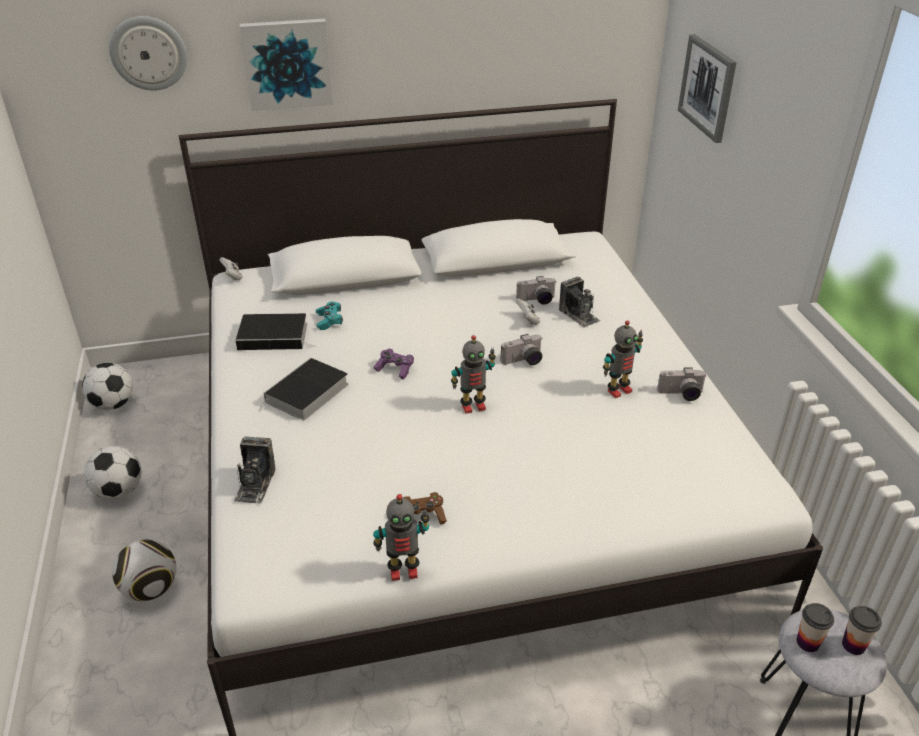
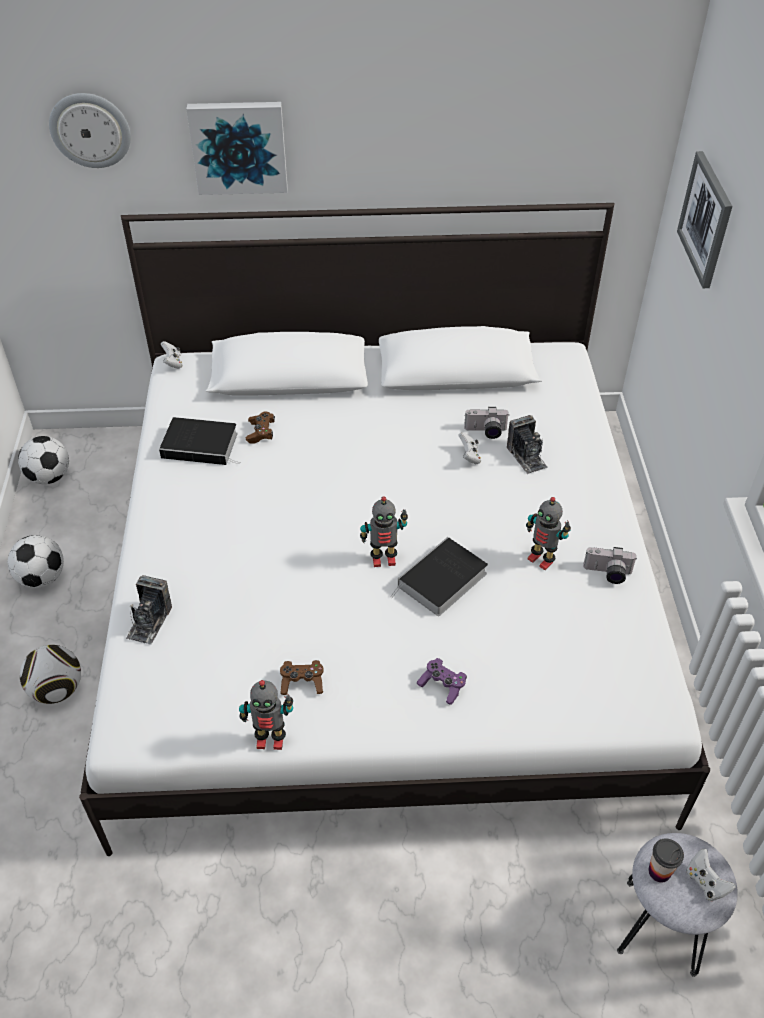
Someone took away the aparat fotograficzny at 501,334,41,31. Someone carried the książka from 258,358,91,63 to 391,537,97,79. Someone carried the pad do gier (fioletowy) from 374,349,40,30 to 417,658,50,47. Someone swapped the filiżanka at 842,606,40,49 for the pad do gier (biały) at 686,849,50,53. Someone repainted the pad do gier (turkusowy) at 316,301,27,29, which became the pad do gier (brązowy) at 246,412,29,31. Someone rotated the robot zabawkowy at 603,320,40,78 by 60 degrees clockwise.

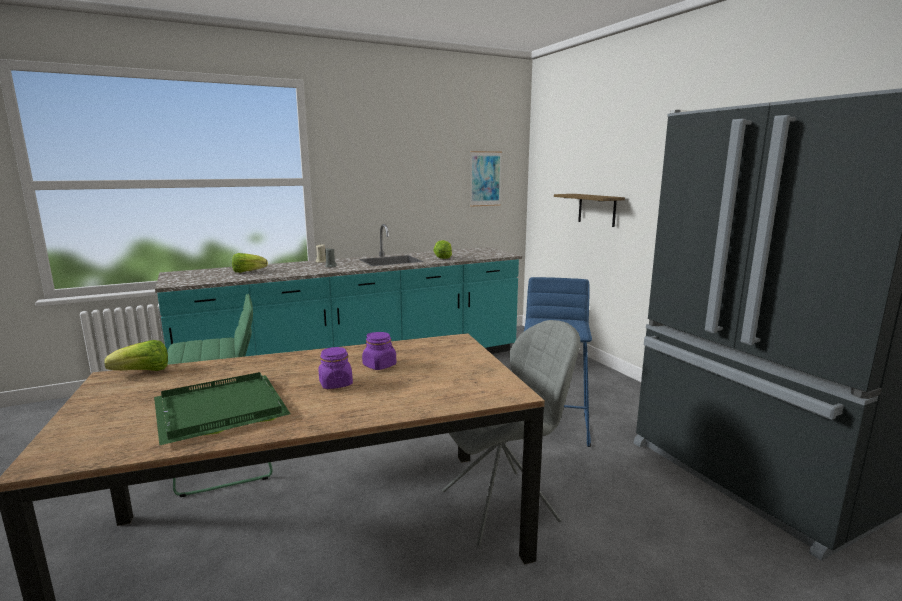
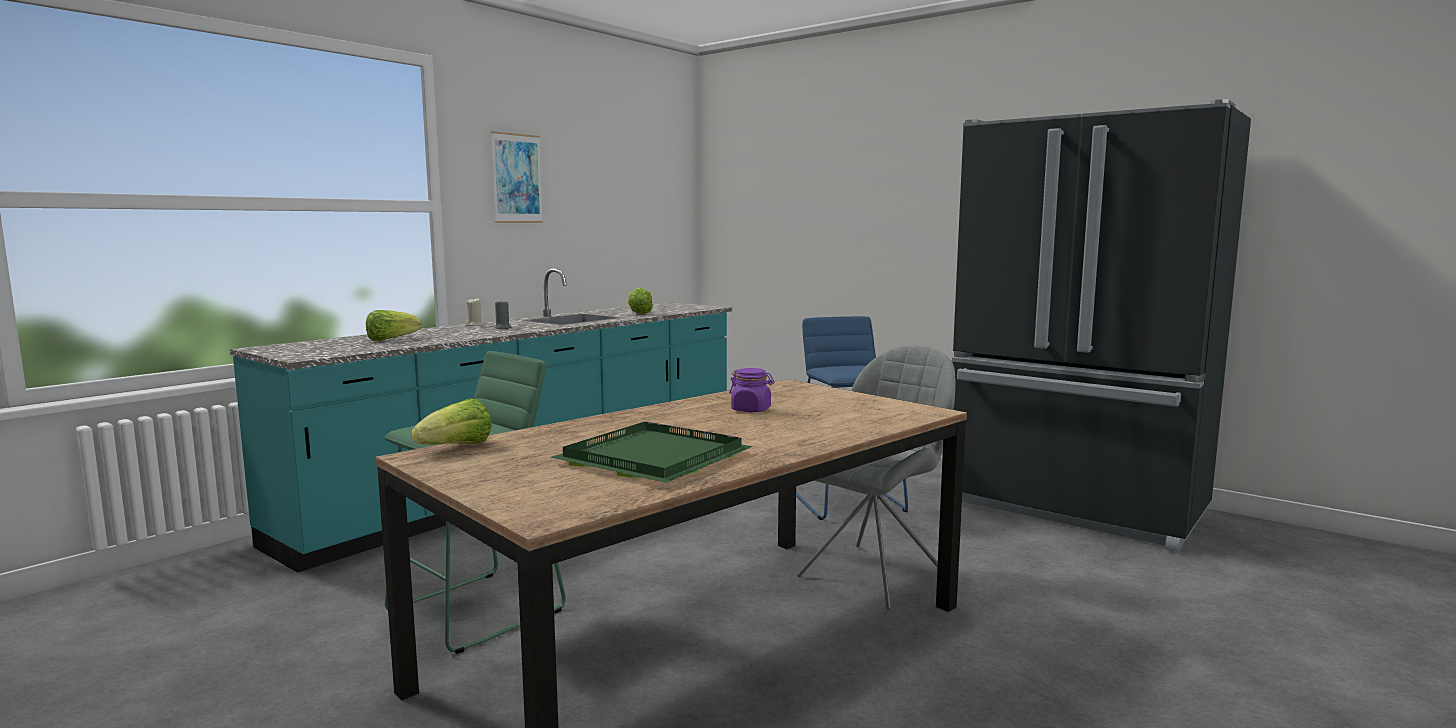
Someone took away the słoik (fioletowy) at 318,347,35,42. Someone took away the półka at 554,194,71,33. Someone carried the obraz from 470,151,32,56 to 491,131,52,92.

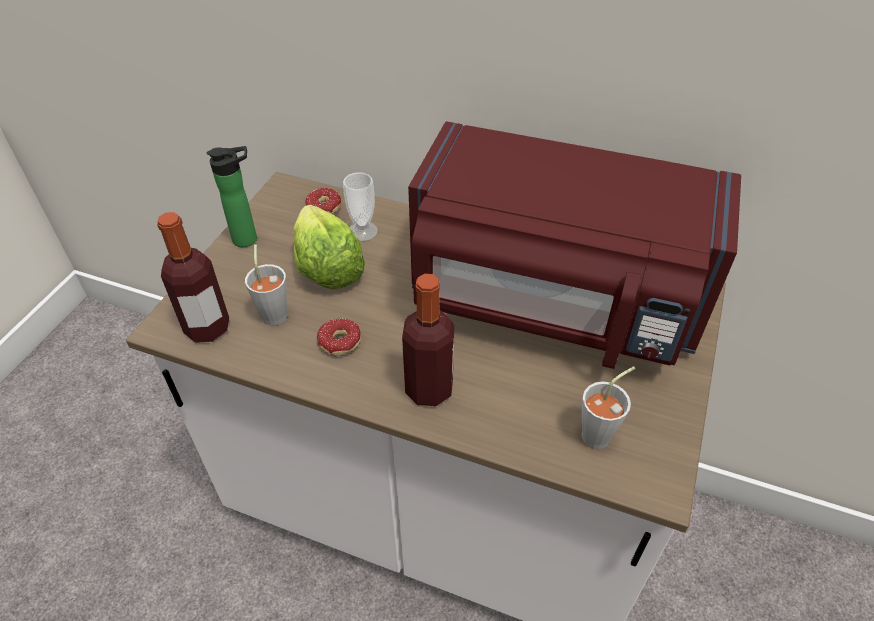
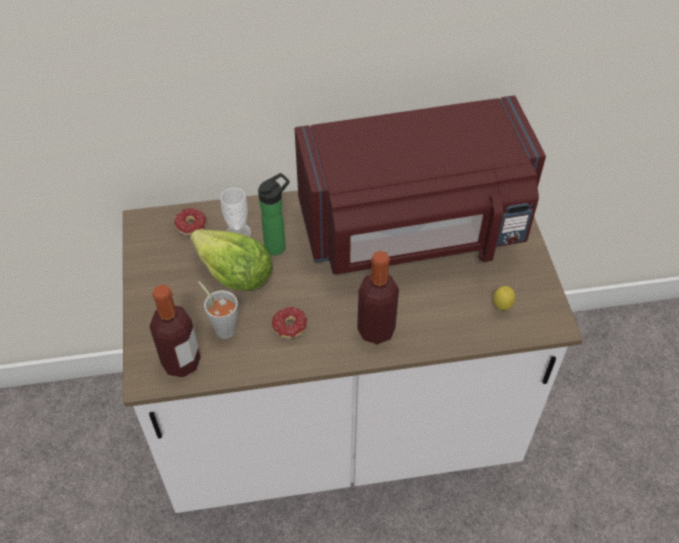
Someone carried the butelka from 207,146,50,101 to 258,173,32,82. Someone swapped the filiżanka (szary) at 582,366,53,83 for the cytryna at 493,286,22,24.

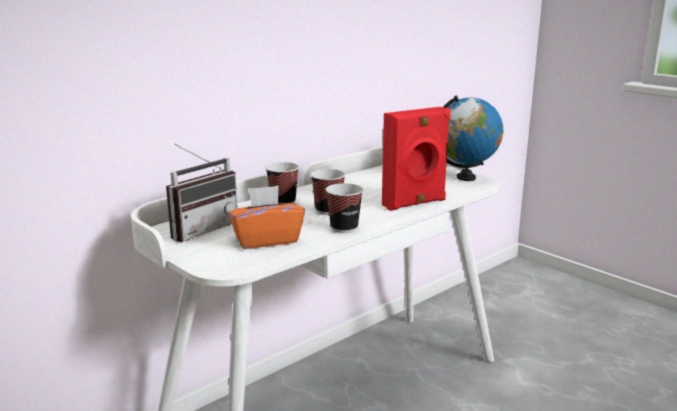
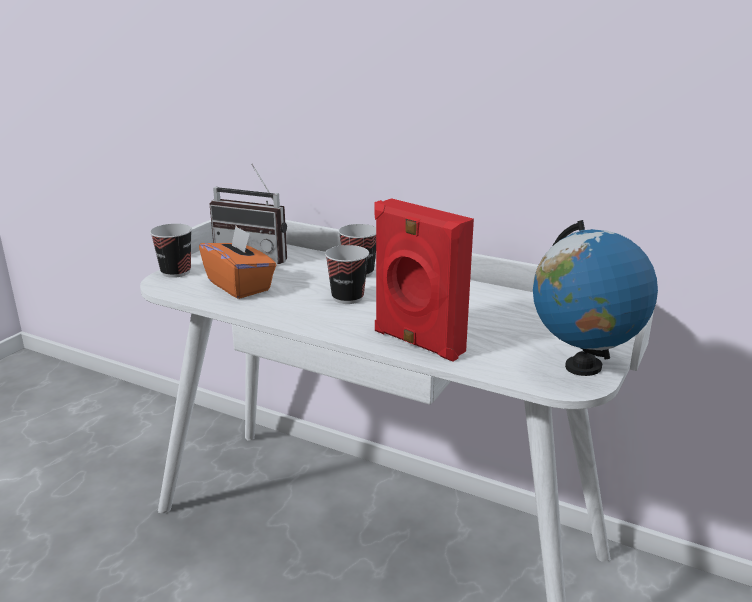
Someone carried the filiżanka from 325,183,38,50 to 150,224,42,54.

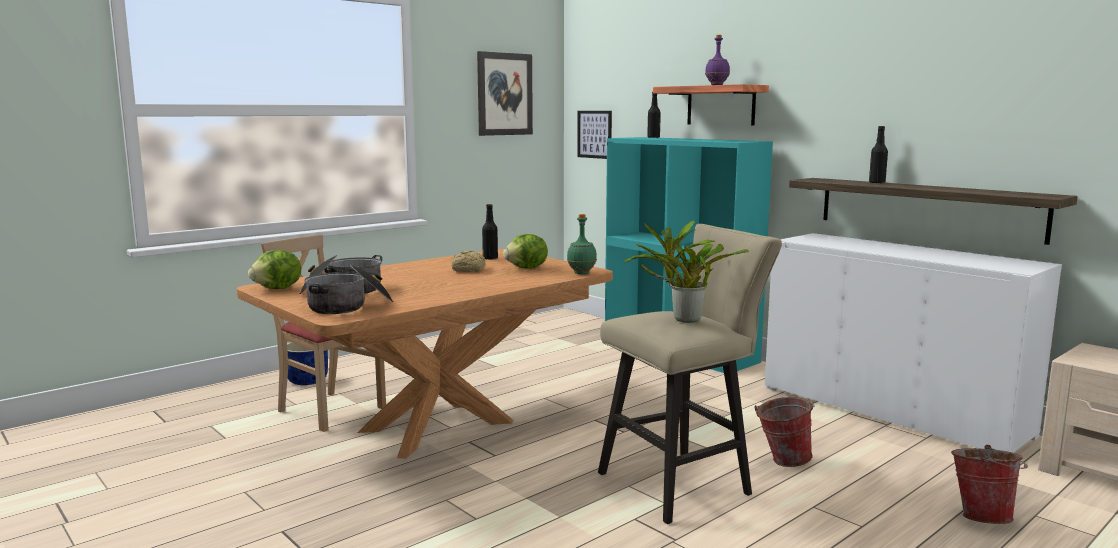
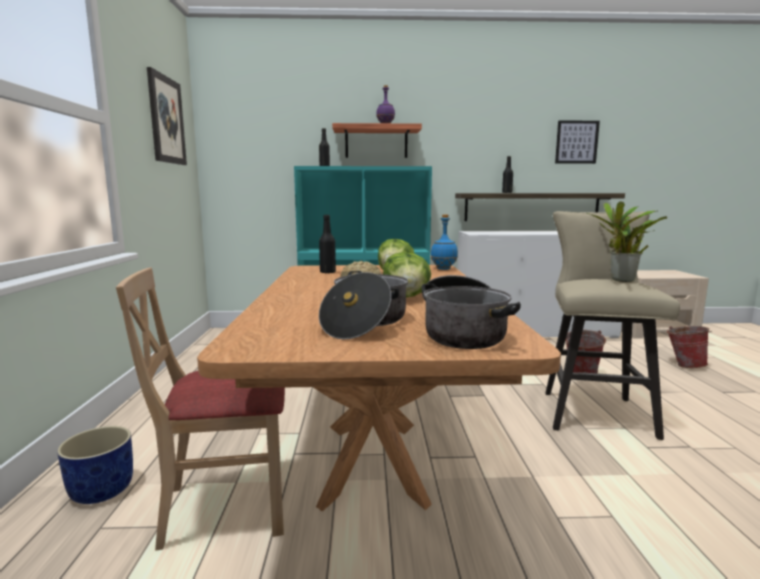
Someone carried the sałata from 248,250,53,39 to 383,252,48,46. Someone carried the obraz from 577,111,35,48 to 555,121,45,43. Someone repainted the butelka (zielony) at 567,214,30,60, which became the butelka (niebieski) at 430,214,28,56.

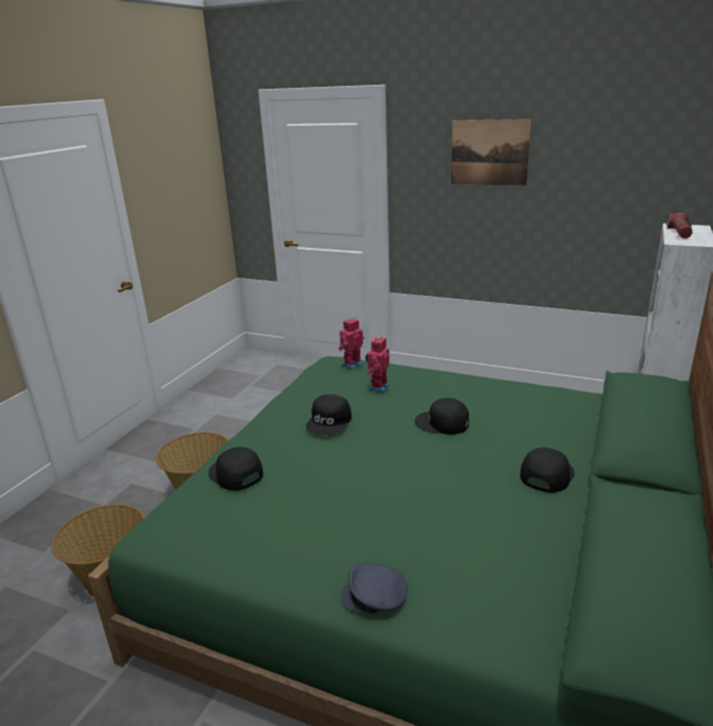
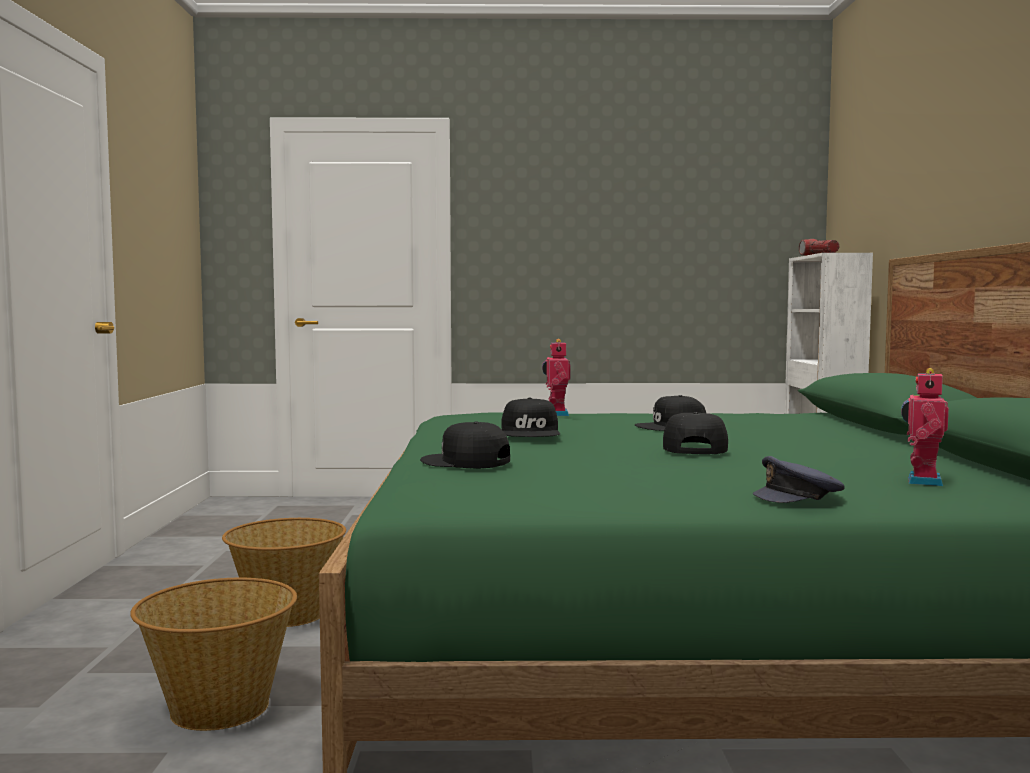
Someone took away the obraz at 451,119,80,67. Someone carried the robot zabawkowy from 338,317,26,53 to 901,368,48,118. Someone carried the czapka z daszkiem (czarny) from 520,448,55,45 to 663,412,65,42.

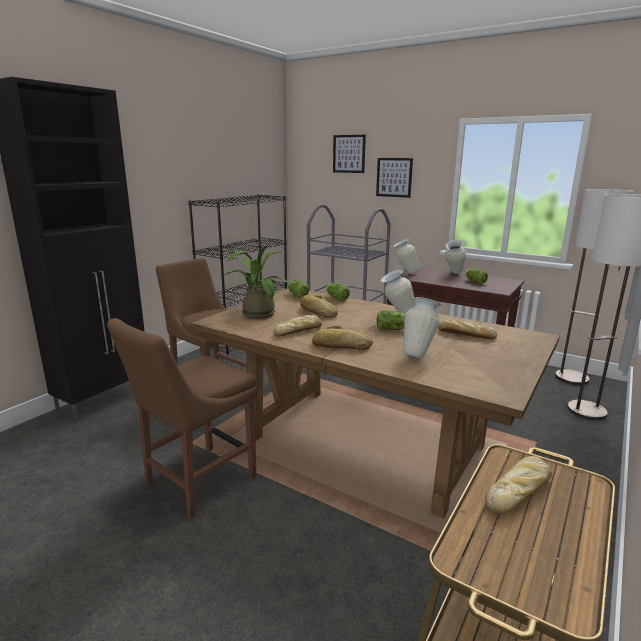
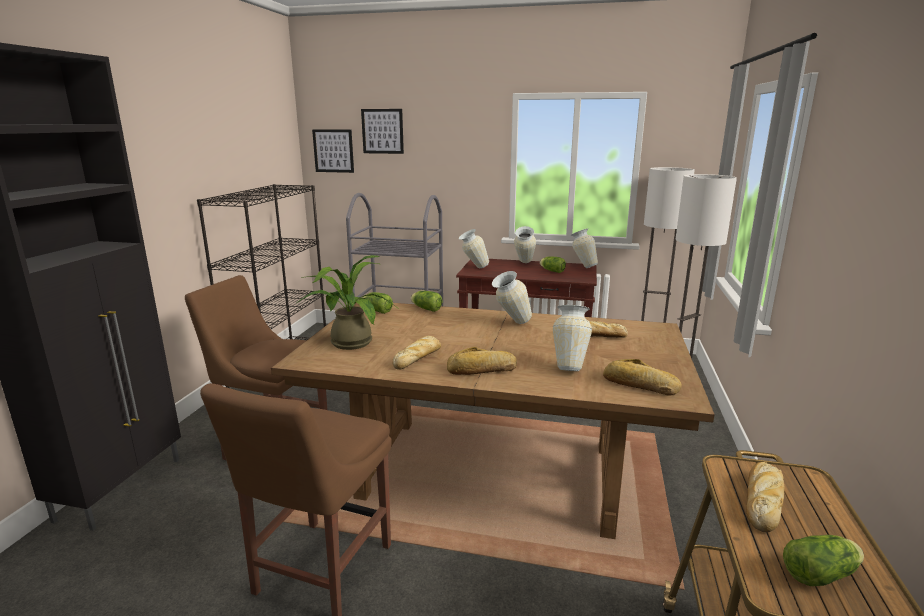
Someone put down the wazon at 570,228,28,40. Someone carried the chleb from 300,295,38,23 to 603,359,79,37. Someone carried the obraz from 376,158,37,40 to 312,129,42,44. Someone carried the sałata from 377,310,28,20 to 783,535,81,51.

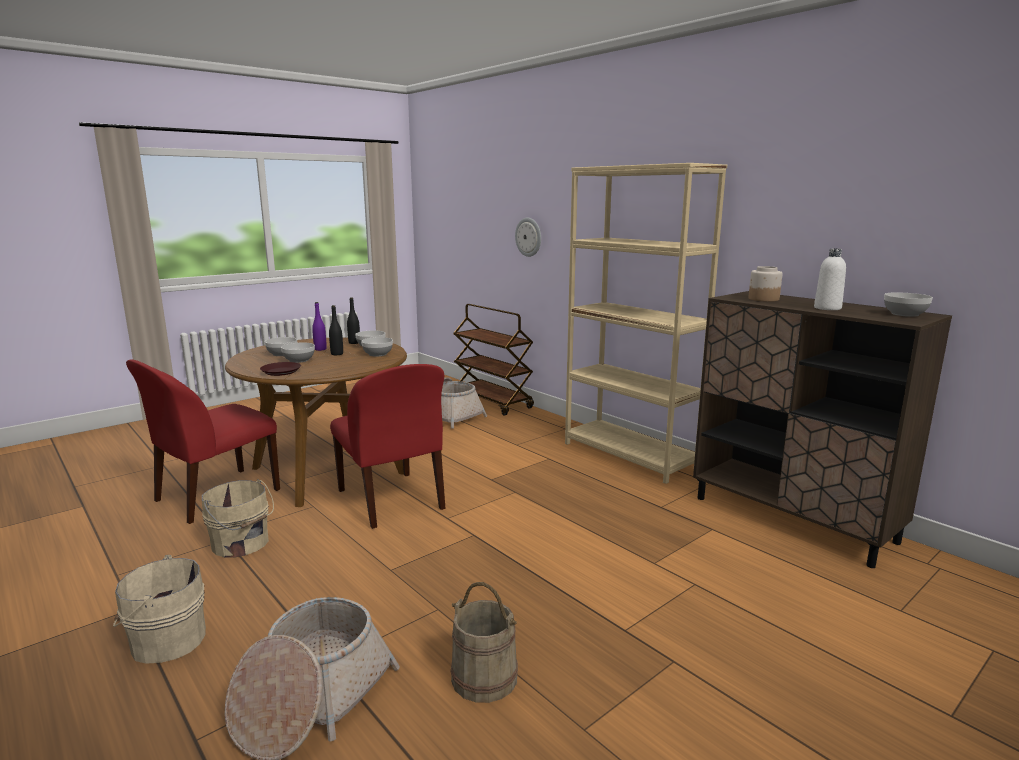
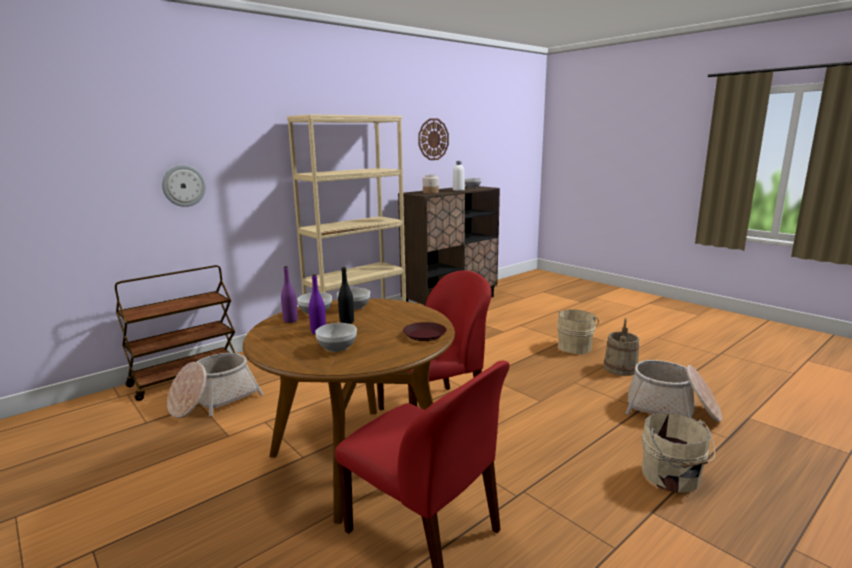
Someone took away the miska at 281,342,34,21. Someone put up the zegar ścienny at 418,118,31,42. Someone carried the wiadro (beżowy) from 202,479,72,79 to 557,309,42,45. Someone repainted the butelka (czarny) at 347,297,13,47, which became the butelka (fioletowy) at 281,266,17,57.

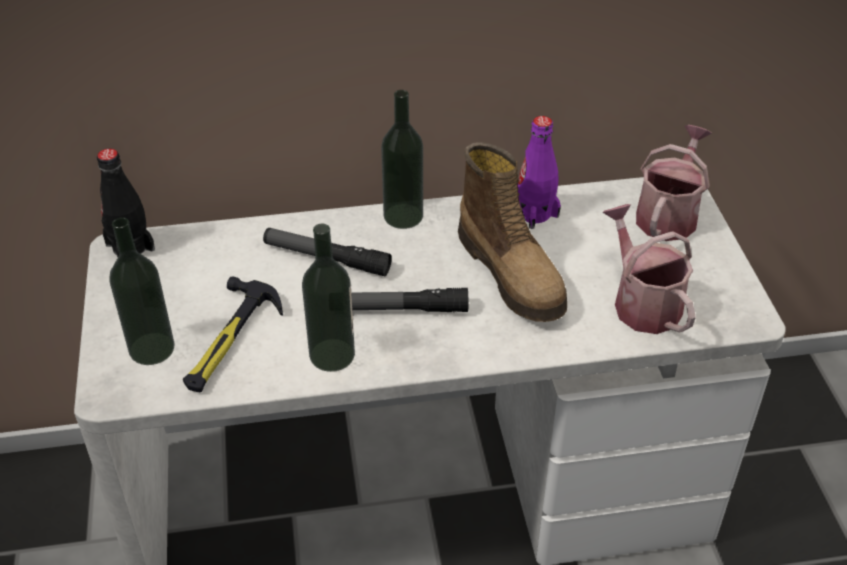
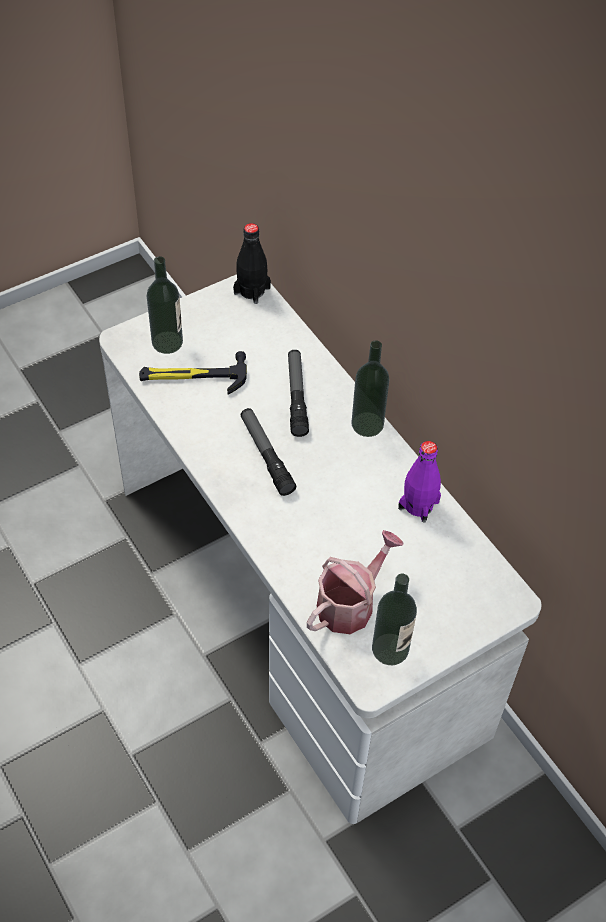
Someone took away the but z cholewką at 458,142,109,180. Someone took away the konewka at 636,125,76,116. Someone carried the butelka from 302,224,53,148 to 372,573,45,92.

